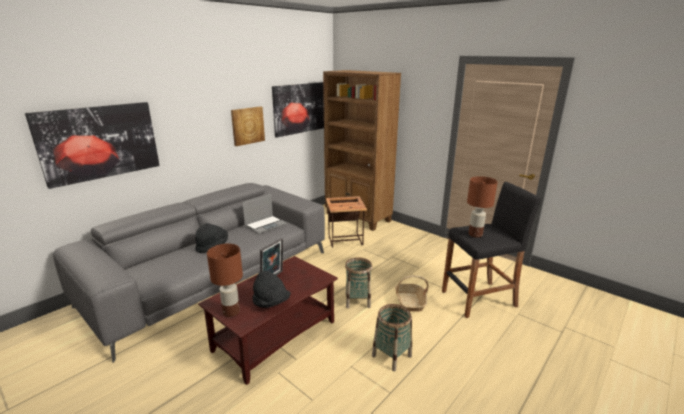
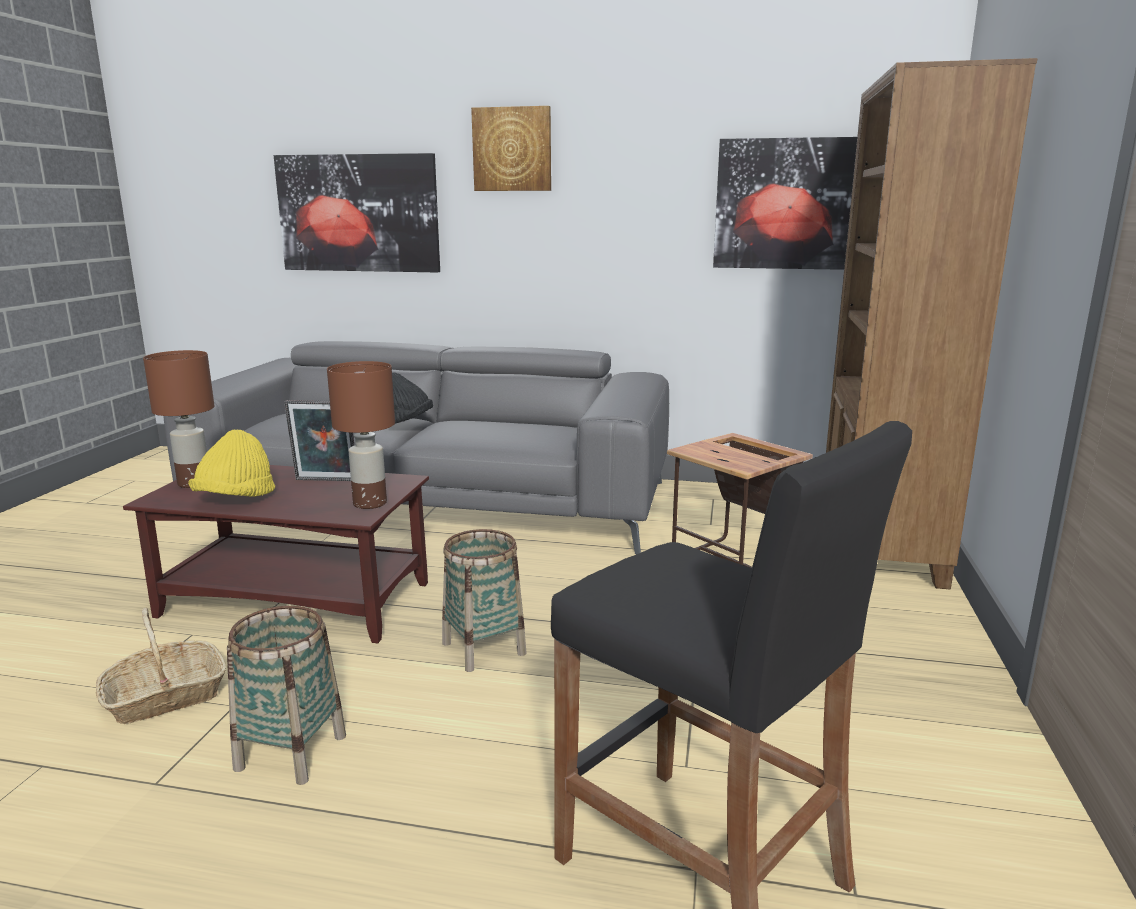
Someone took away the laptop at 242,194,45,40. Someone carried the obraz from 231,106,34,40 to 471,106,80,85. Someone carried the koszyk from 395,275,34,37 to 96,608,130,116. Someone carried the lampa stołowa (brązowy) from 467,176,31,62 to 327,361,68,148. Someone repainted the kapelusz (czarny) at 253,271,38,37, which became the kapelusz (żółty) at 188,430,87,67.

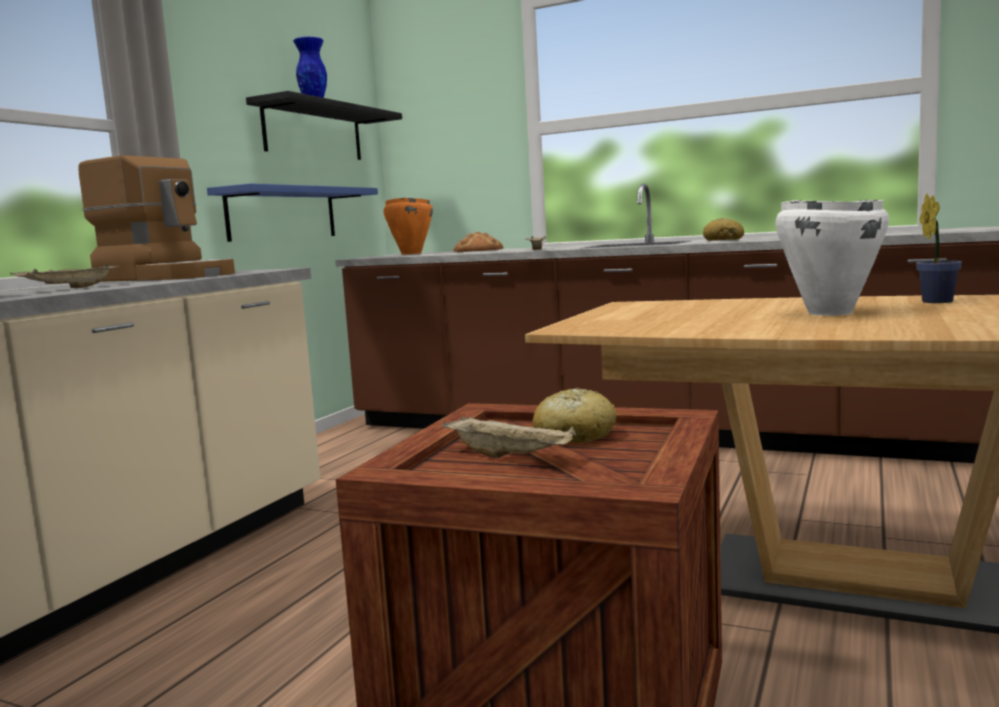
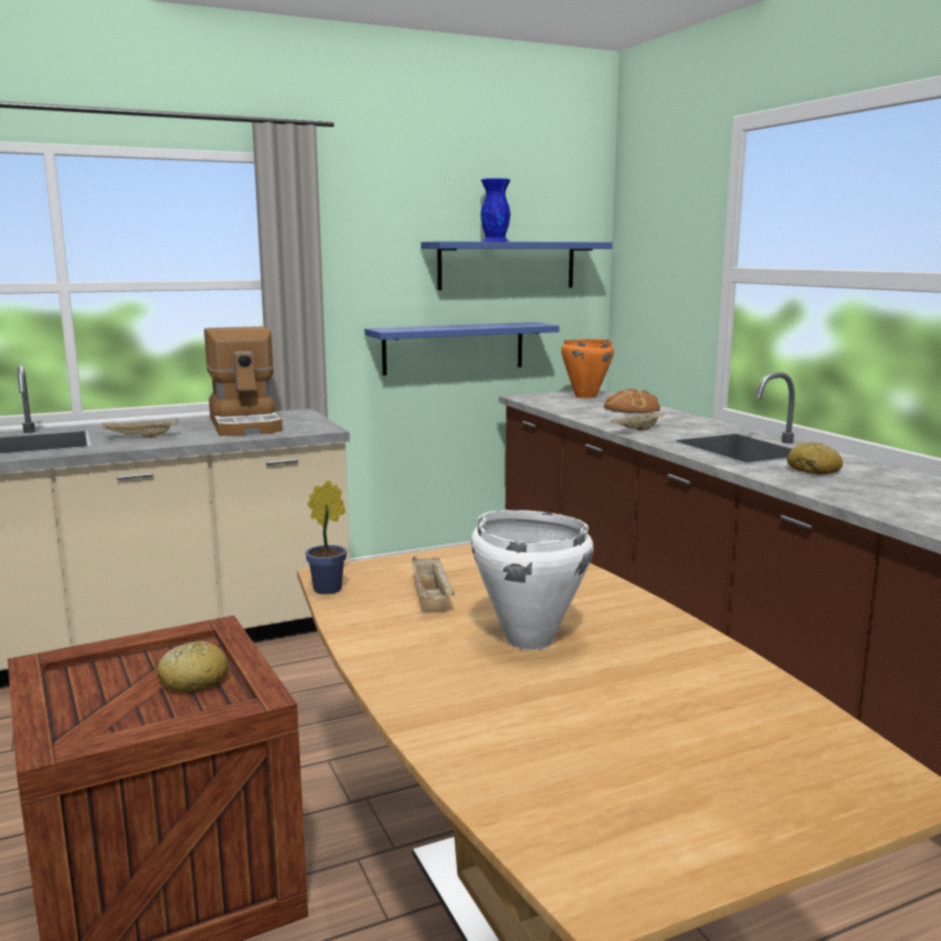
Someone carried the taca (beżowy) from 442,416,134,42 to 412,556,43,44. Someone carried the roślina doniczkowa from 916,193,46,110 to 305,480,42,114. Someone repainted the półka (czarny) at 246,91,156,69, which became the półka (niebieski) at 421,241,191,49.

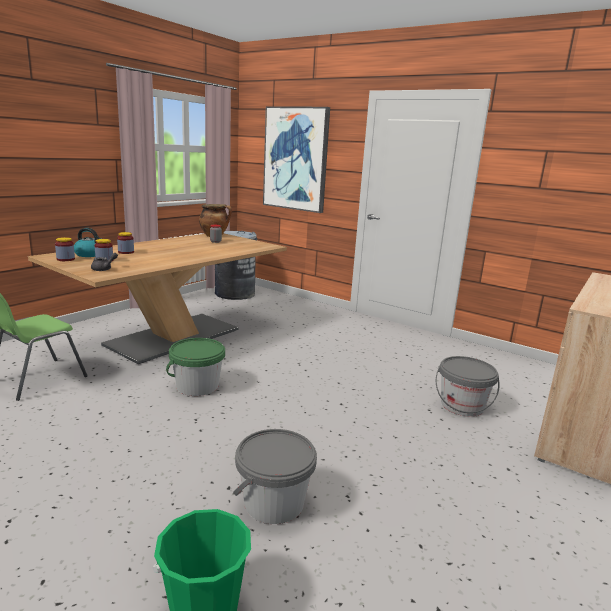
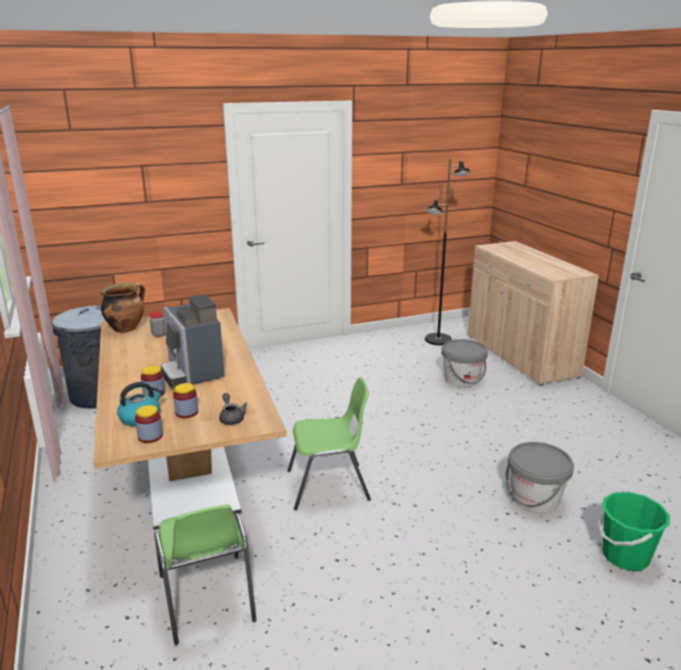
Someone took away the obraz at 263,106,67,107. Someone put down the ekspres do kawy at 161,295,64,93. Someone put down the lampa stojąca (czarny) at 425,159,45,186. Someone swapped the wiadro (zielony) at 166,338,59,58 for the krzesło (zielony) at 287,377,84,133.

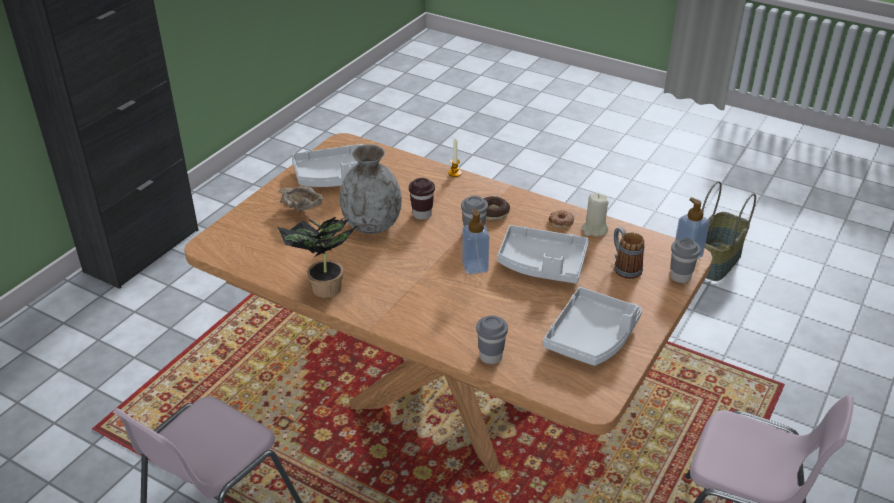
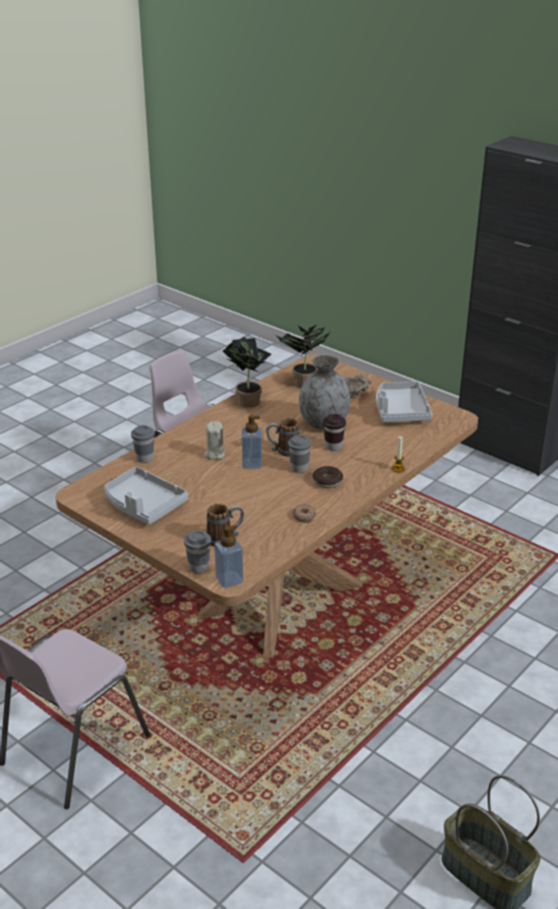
Someone took away the taca (szary) at 497,225,92,59. Someone put down the kubek at 266,418,33,39. Someone put down the roślina doniczkowa at 275,325,55,63. Someone carried the świeca (beżowy) from 582,193,27,43 to 204,421,22,39.

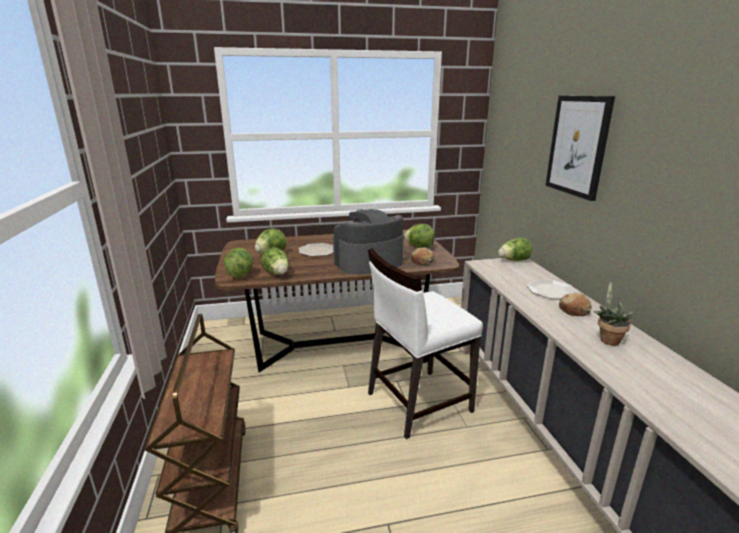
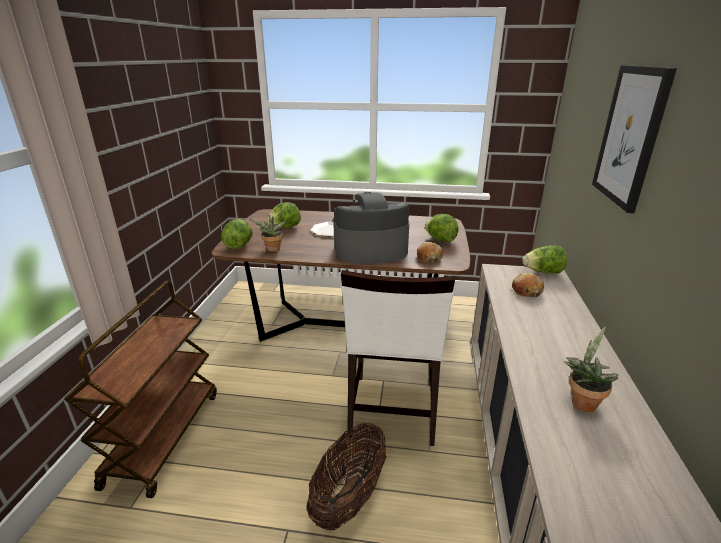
Someone took away the talerz at 526,280,53,19. Someone put down the koszyk at 306,423,80,107. Someone carried the chleb from 559,293,33,23 to 512,273,32,24. Someone swapped the sałata at 261,247,28,28 for the roślina doniczkowa at 250,215,36,37. Someone rotated the krzesło (biały) at 368,248,115,191 by 75 degrees counterclockwise.

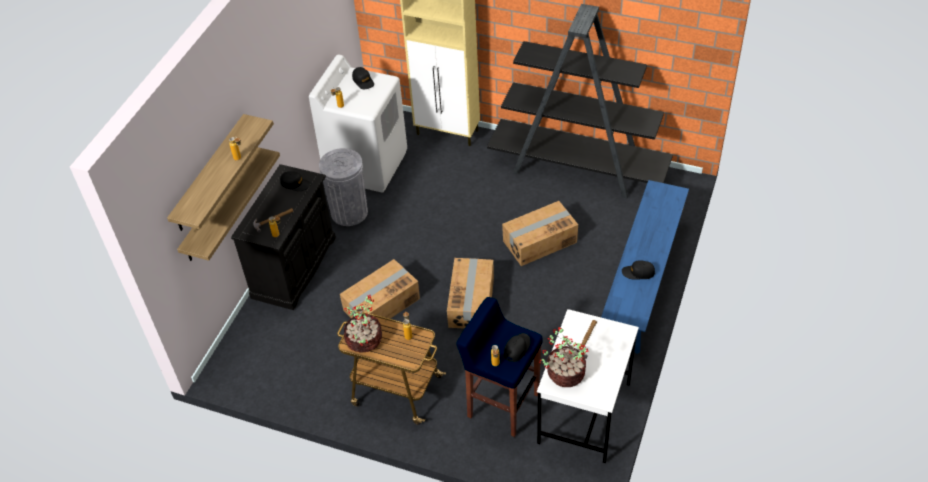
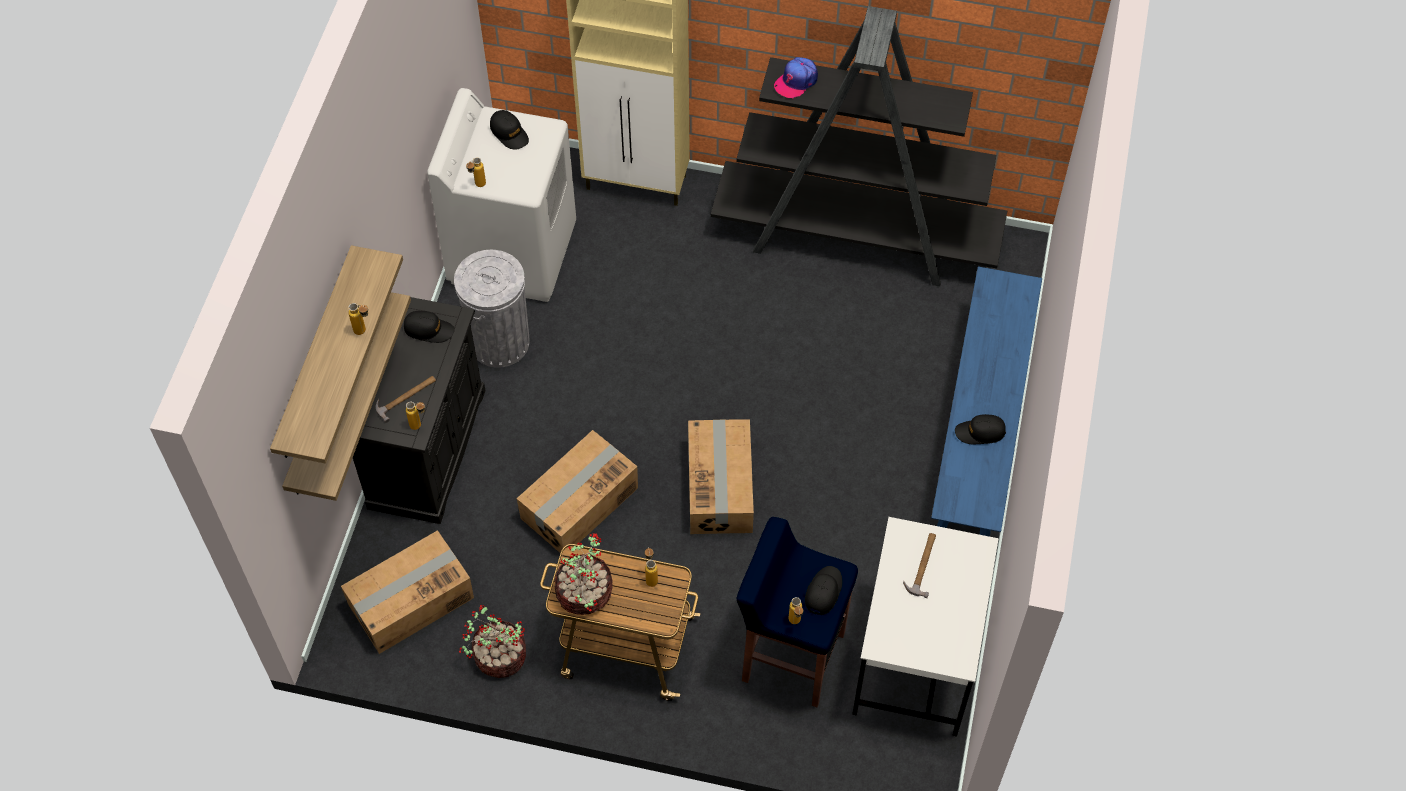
Someone put down the czapka z daszkiem at 774,57,44,42. Someone carried the karton from 502,201,76,65 to 341,530,133,124. Someone carried the roślina doniczkowa from 539,327,50,60 to 459,605,67,73.

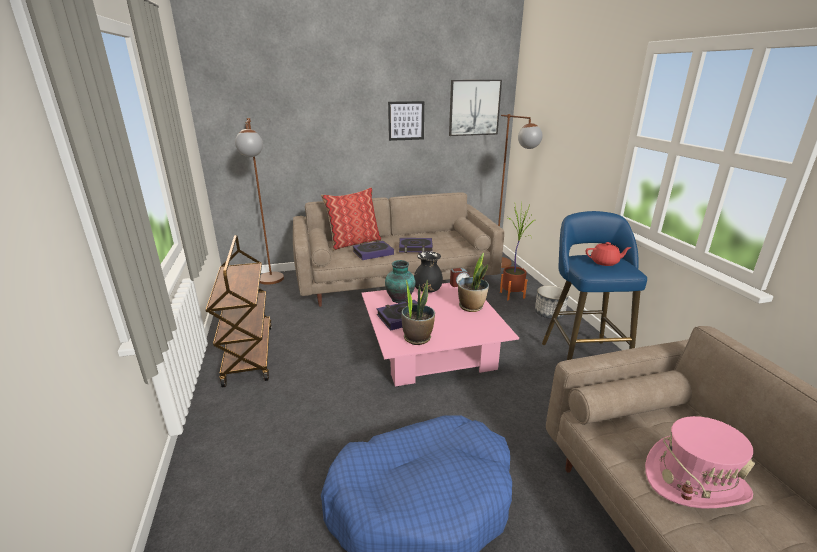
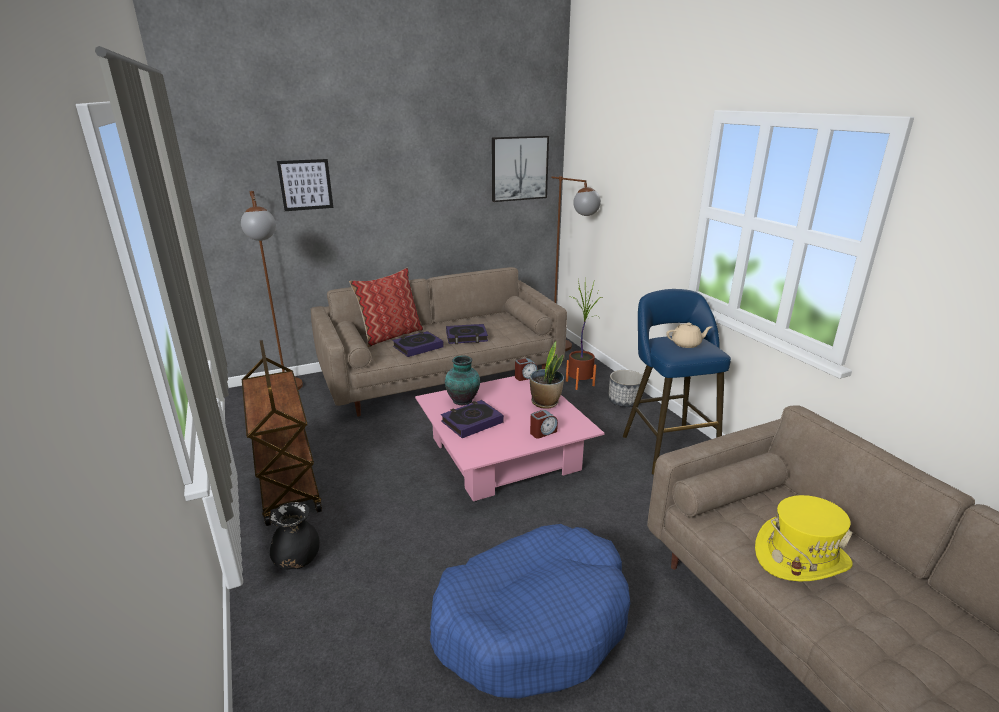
Someone took away the roślina doniczkowa at 402,279,33,66. Someone put down the budzik at 530,410,28,28. Someone carried the obraz from 388,101,36,40 to 277,159,56,52. Someone carried the wazon (czarny) from 414,251,29,42 to 270,502,50,68. Someone repainted the imbryk (czerwony) at 585,242,47,24, which became the imbryk (beżowy) at 666,323,46,25. Someone repainted the kapelusz (różowy) at 645,416,110,92, which became the kapelusz (żółty) at 755,495,98,87.

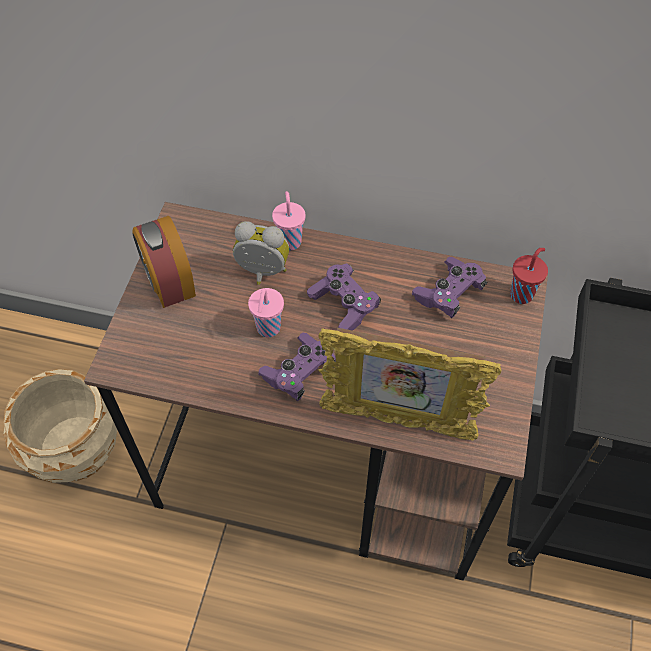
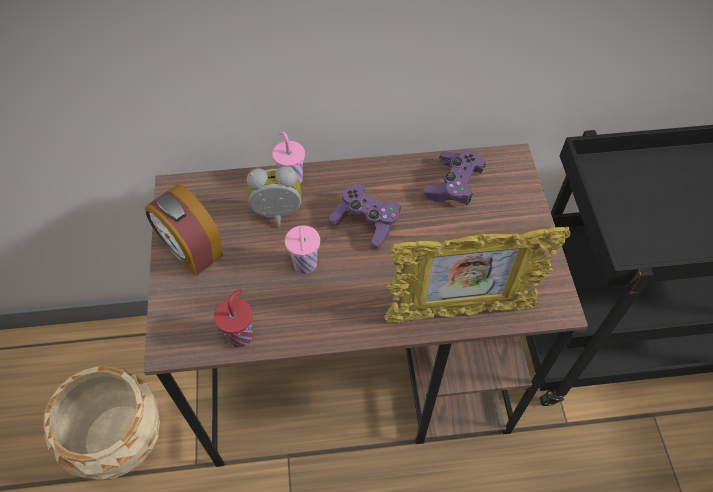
Someone took away the pad do gier (fioletowy) at 258,333,78,68. Someone carried the filiżanka (czerwony) from 510,248,38,56 to 214,289,39,58.

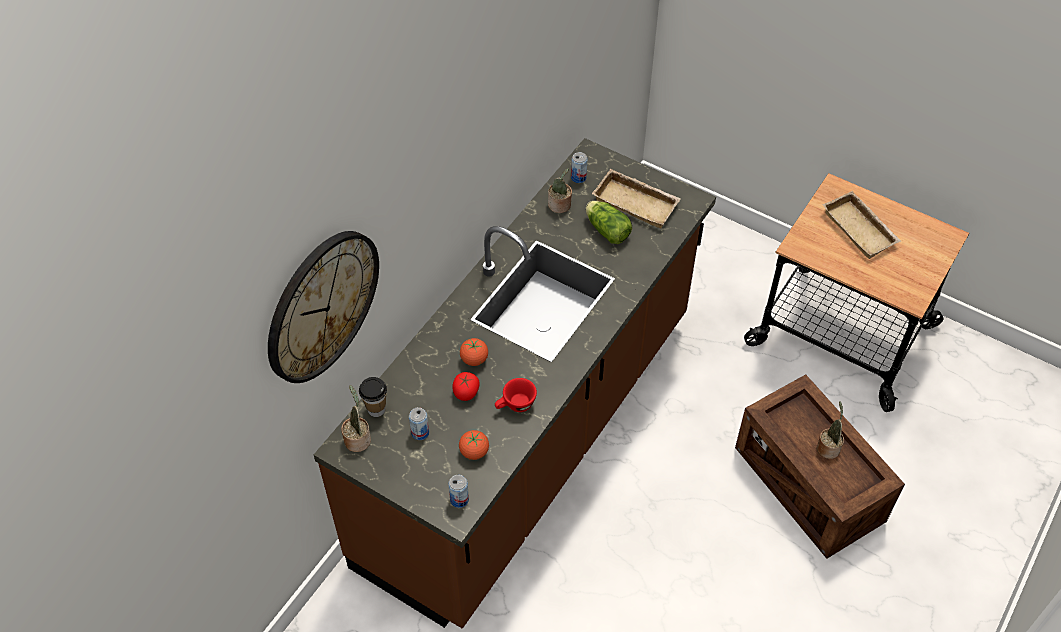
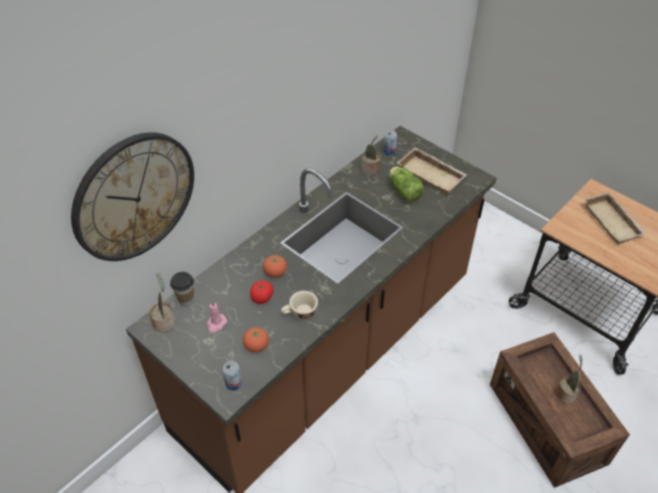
Someone swapped the puszka at 409,407,20,33 for the świeca (różowy) at 207,301,20,32. Someone repainted the filiżanka (czerwony) at 495,378,42,34, which became the filiżanka (beżowy) at 281,291,37,29.

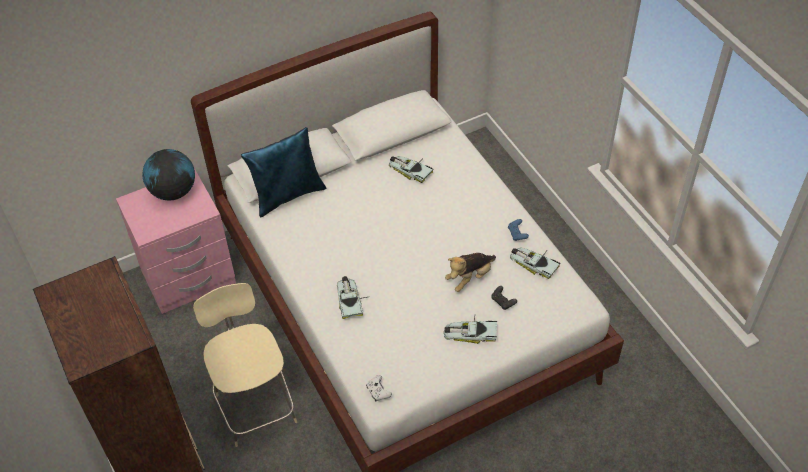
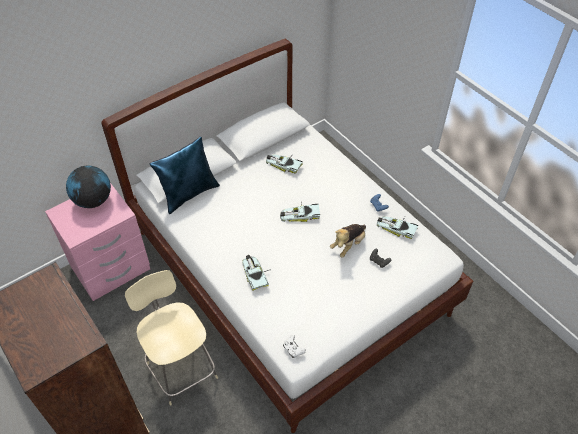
Someone carried the samochodzik from 444,316,53,28 to 280,201,40,21.

